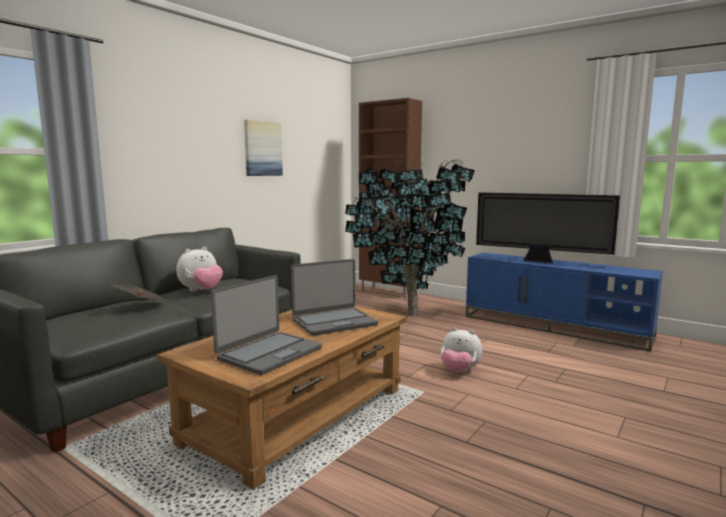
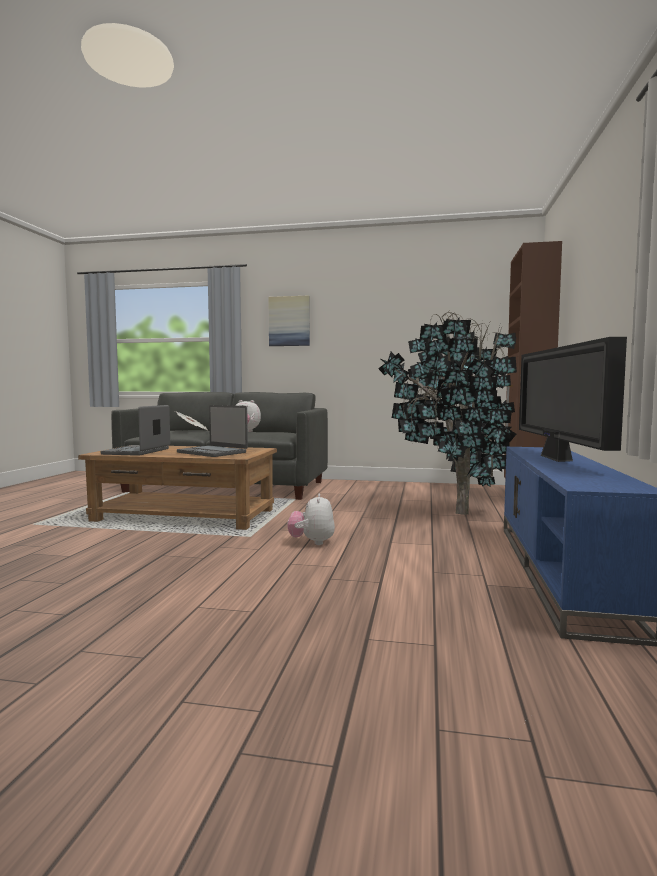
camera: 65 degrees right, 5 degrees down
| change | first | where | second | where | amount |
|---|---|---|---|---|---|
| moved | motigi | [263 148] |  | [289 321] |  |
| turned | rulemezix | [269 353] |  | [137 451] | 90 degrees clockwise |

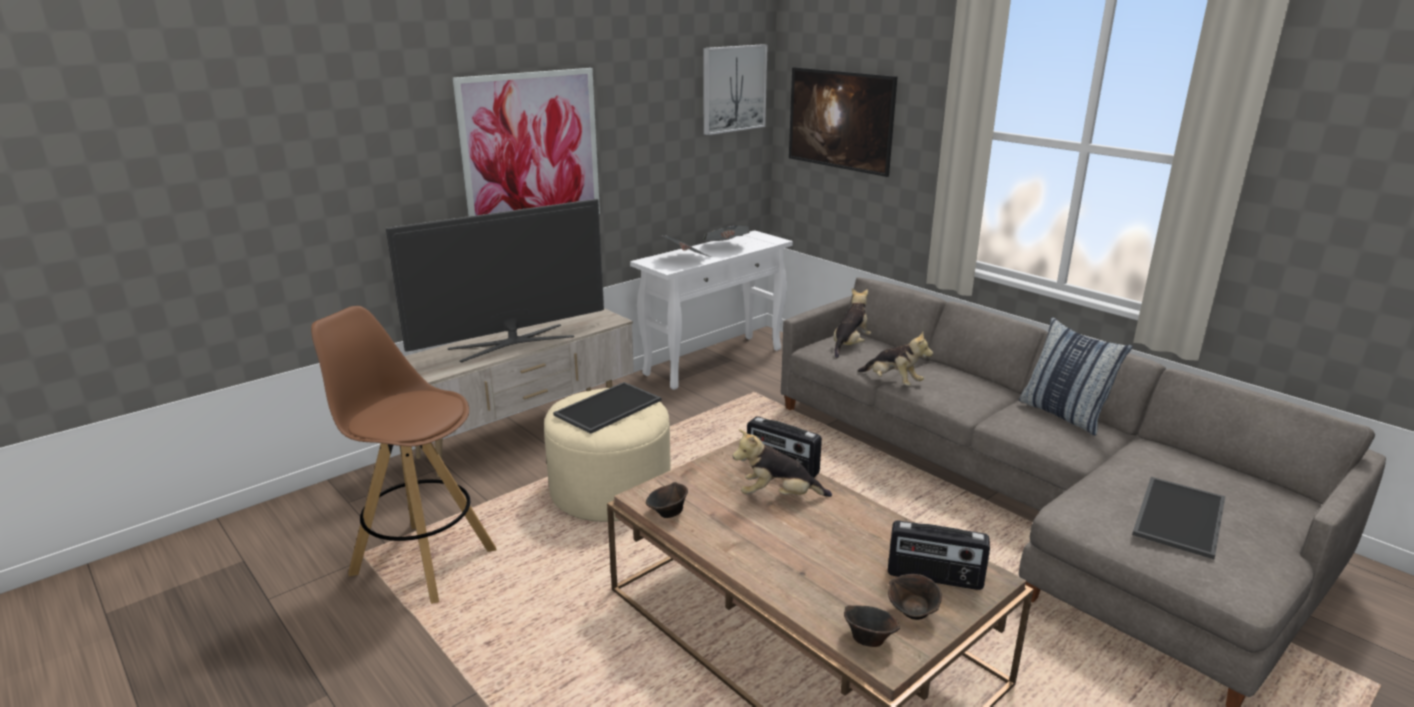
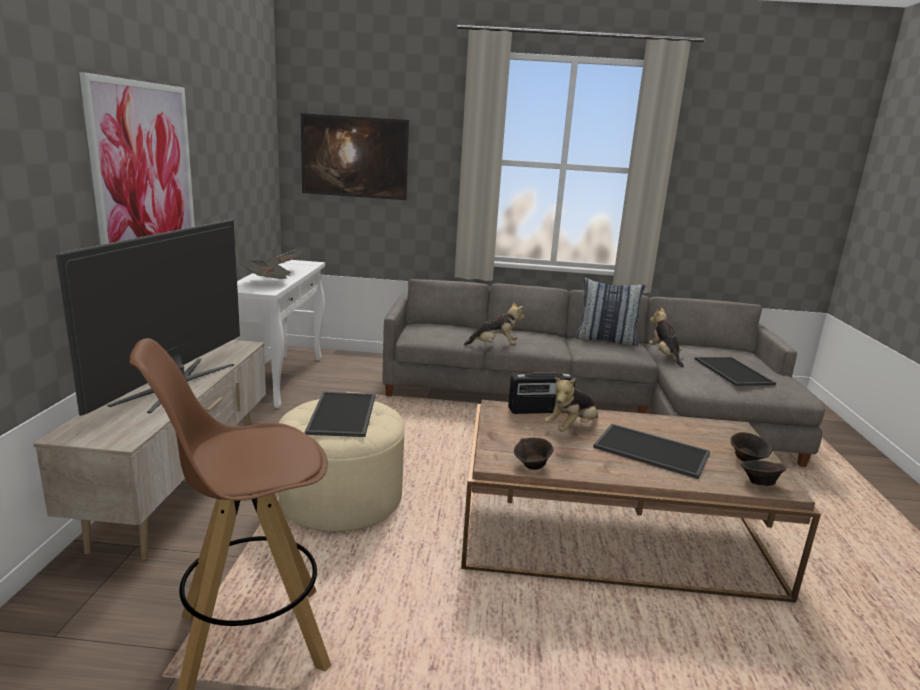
camera: 45 degrees left, 5 degrees down
| change | first | where | second | where | amount |
|---|---|---|---|---|---|
| removed | motigi | [733 88] |  |  |  |
| removed | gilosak | [934 578] |  |  |  |
| added |  |  | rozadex | [653 450] |  |
| moved | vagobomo | [850 345] |  | [664 356] |  |

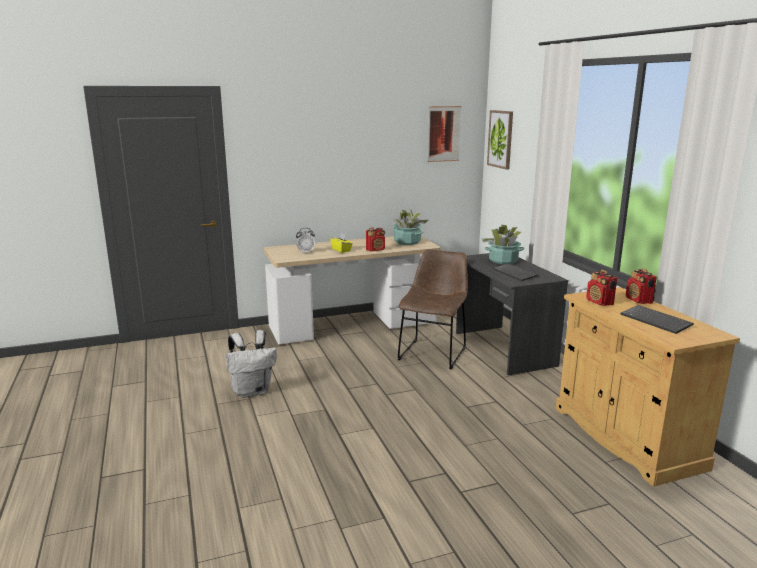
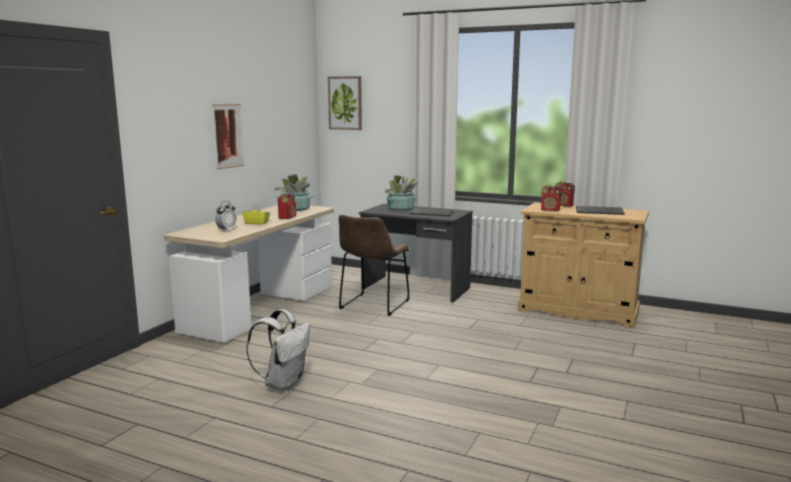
camera: 45 degrees left, 5 degrees down
| change | first | where | second | where | amount |
|---|---|---|---|---|---|
| moved | motigi | [444 134] |  | [228 136] |  |
| turned | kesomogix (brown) | [433 352] |  | [373 306] | 135 degrees counterclockwise |

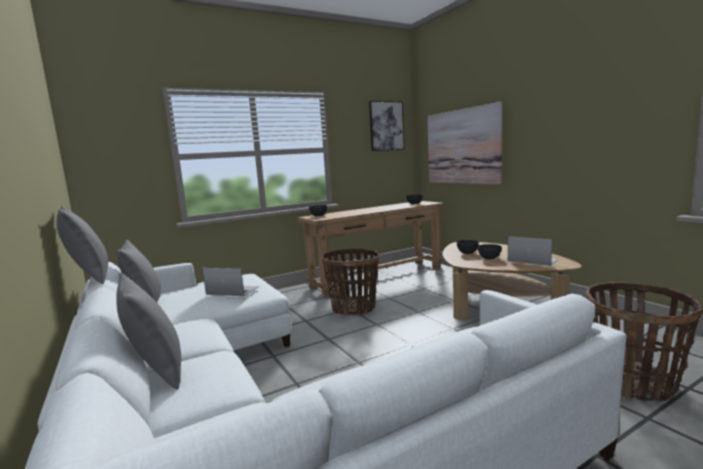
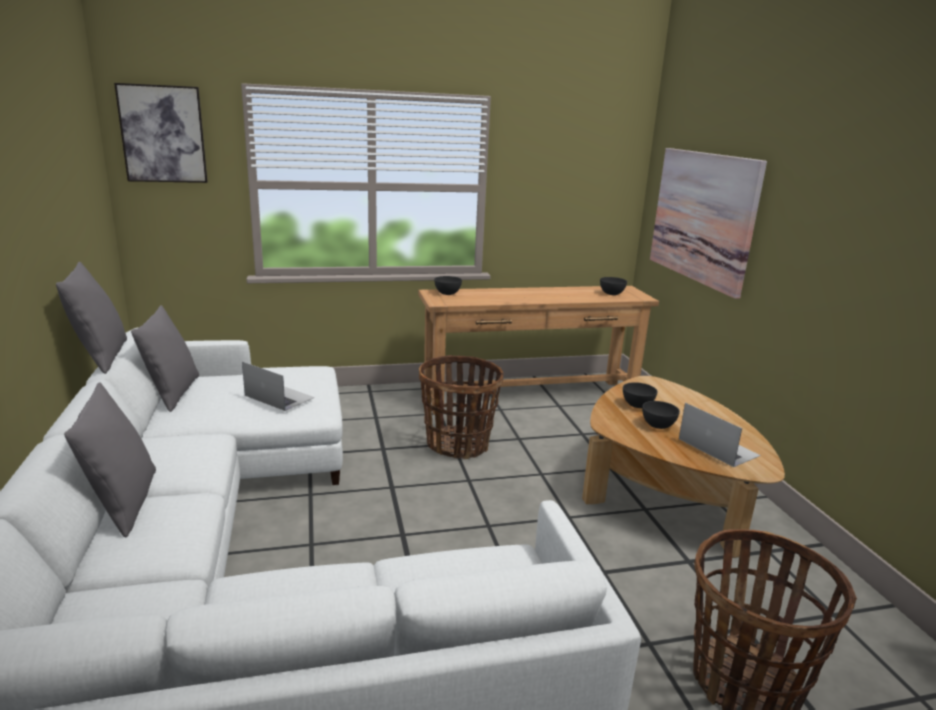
camera: 15 degrees right, 10 degrees up
| change | first | where | second | where | amount |
|---|---|---|---|---|---|
| moved | motigi | [386 126] |  | [163 134] |  |

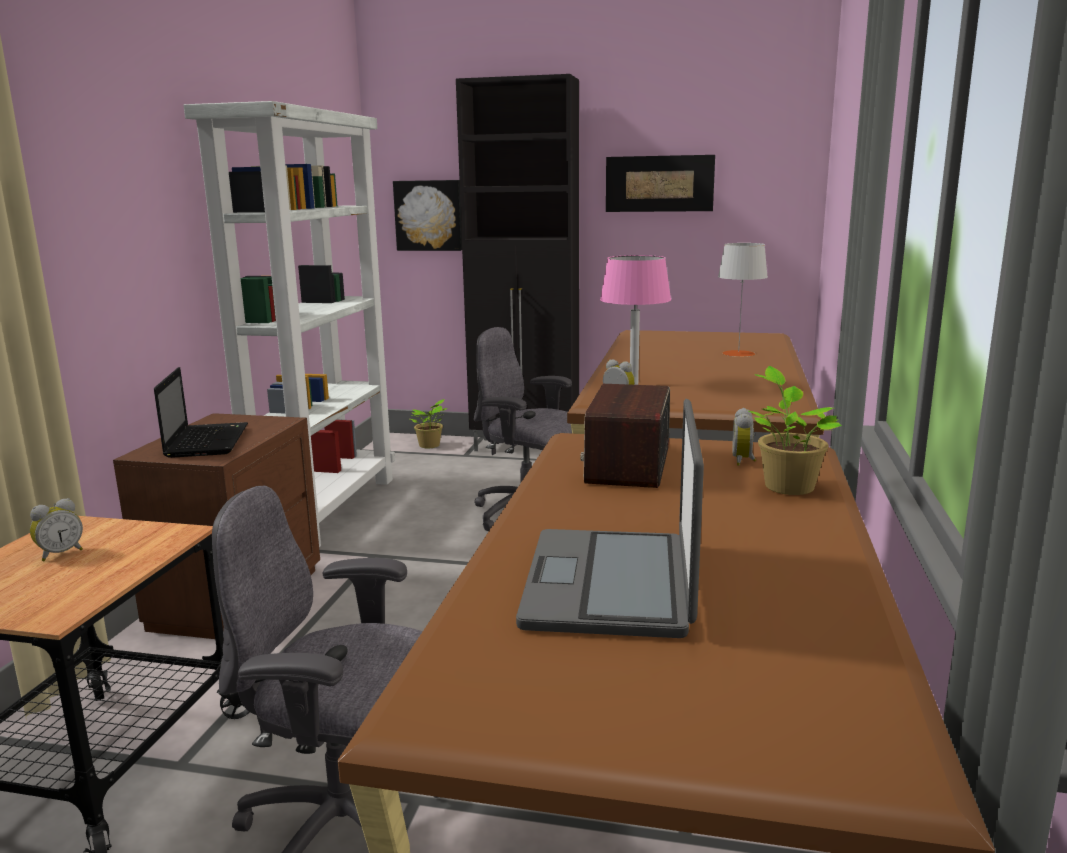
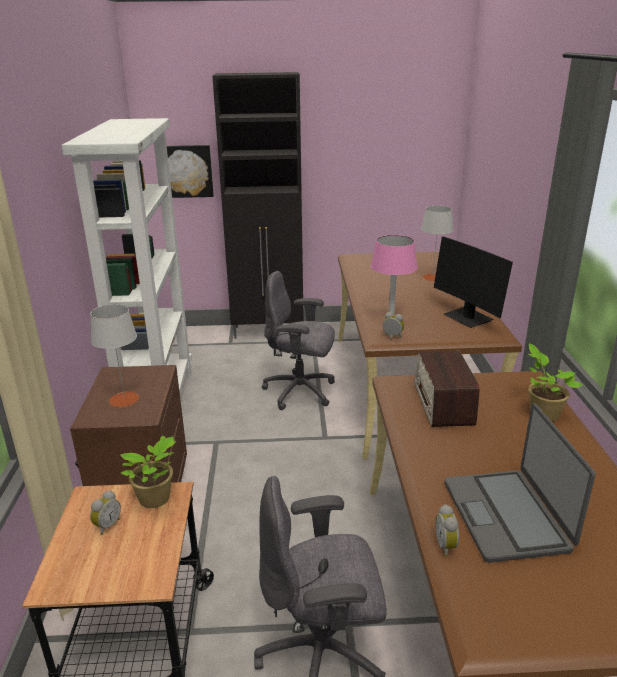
camera: 15 degrees left, 10 degrees up
| change | first | where | second | where | amount |
|---|---|---|---|---|---|
| removed | motigi | [659 183] |  |  |  |
| added |  |  | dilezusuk | [468 318] |  |
| moved | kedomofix | [430 446] |  | [156 499] |  |
| moved | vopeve | [744 461] |  | [447 546] |  |
| replaced | rulemezix | [207 441] | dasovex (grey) | [124 399] |  |

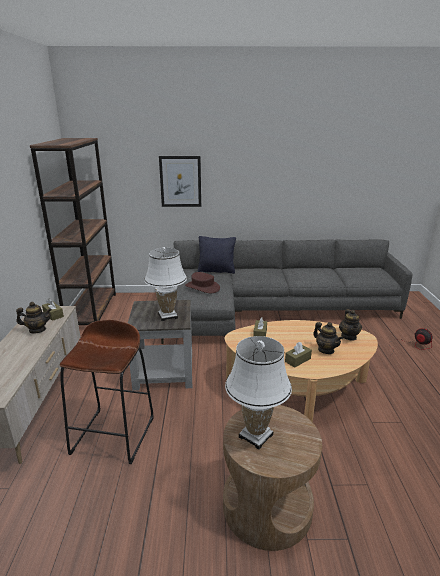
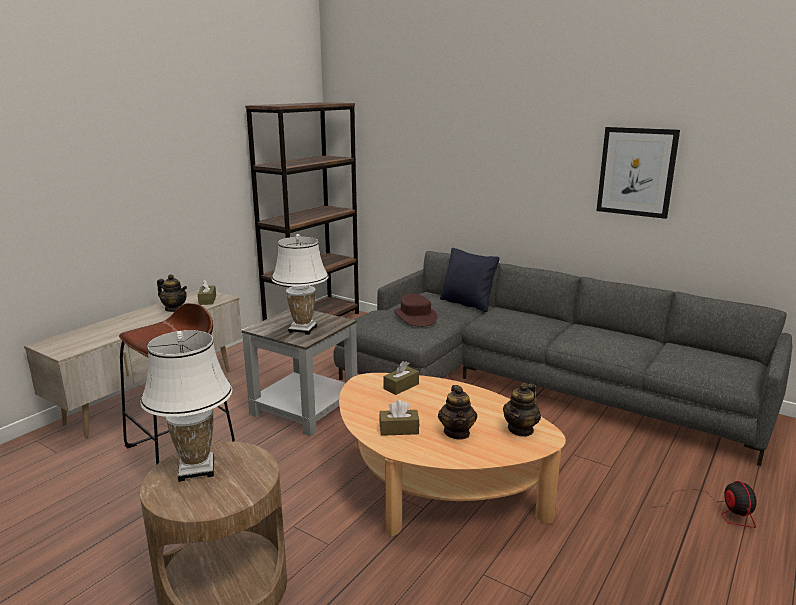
camera: 35 degrees right, 5 degrees down
| change | first | where | second | where | amount |
|---|---|---|---|---|---|
| moved | motigi | [180 181] |  | [636 172] |  |

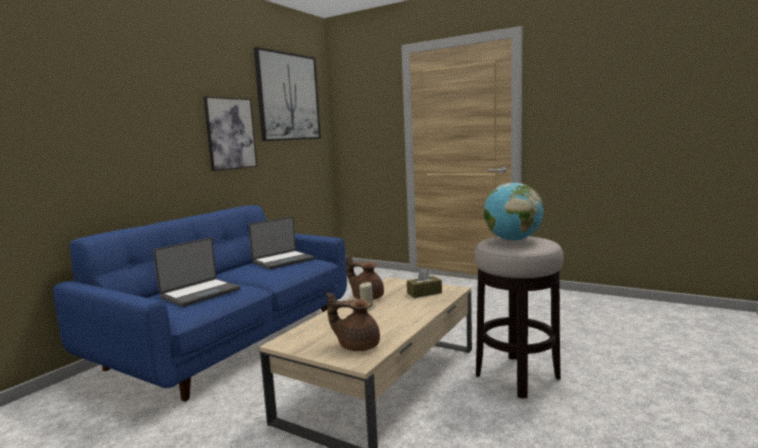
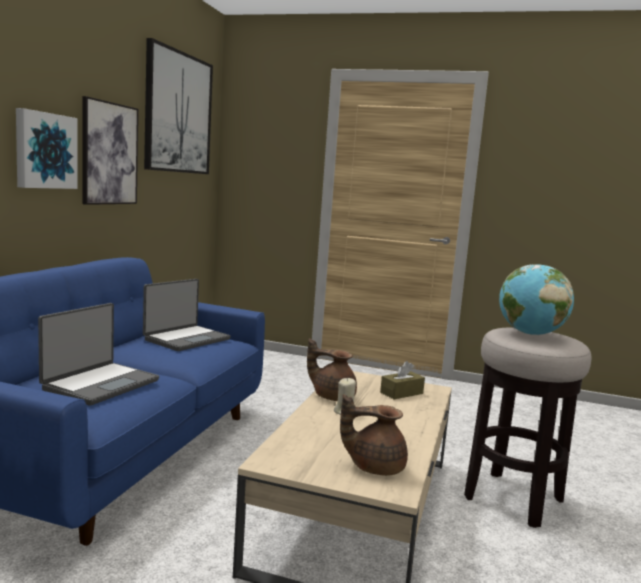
camera: 15 degrees left, 0 degrees up
| change | first | where | second | where | amount |
|---|---|---|---|---|---|
| added |  |  | motigi | [45 150] |  |

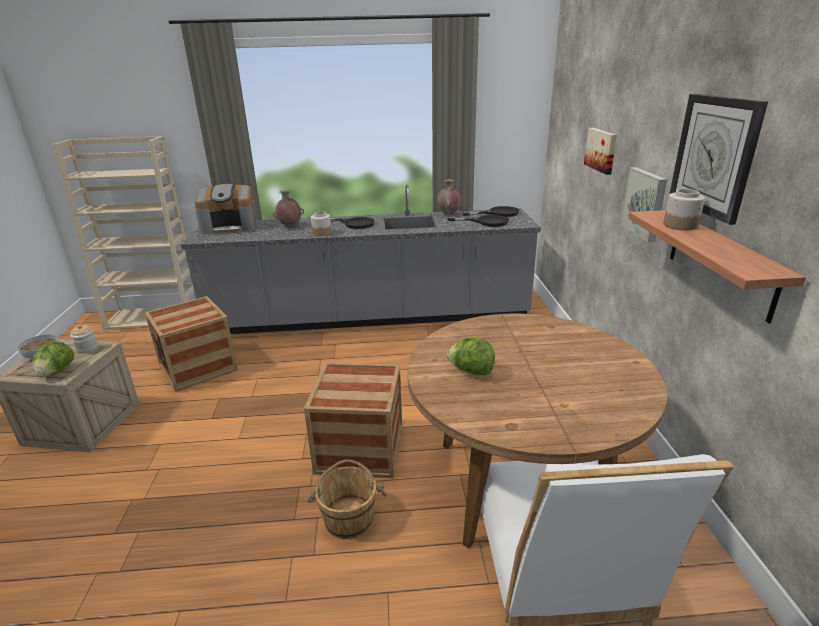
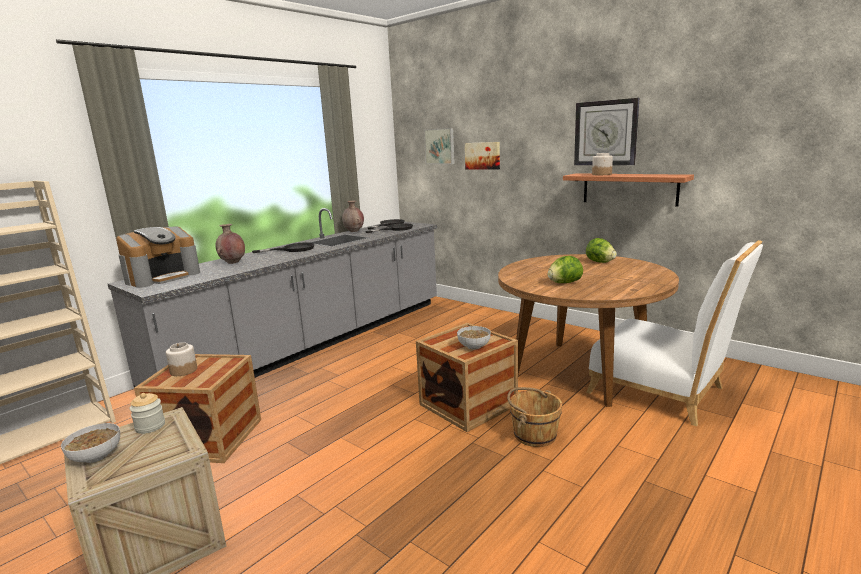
camera: 45 degrees left, 10 degrees down
| change | first | where | second | where | amount |
|---|---|---|---|---|---|
| added |  |  | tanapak | [474 346] |  |
| moved | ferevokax | [56 372] |  | [600 262] |  |
| moved | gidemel | [322 233] |  | [183 370] |  |
| moved | motigi | [645 203] |  | [440 146] |  |

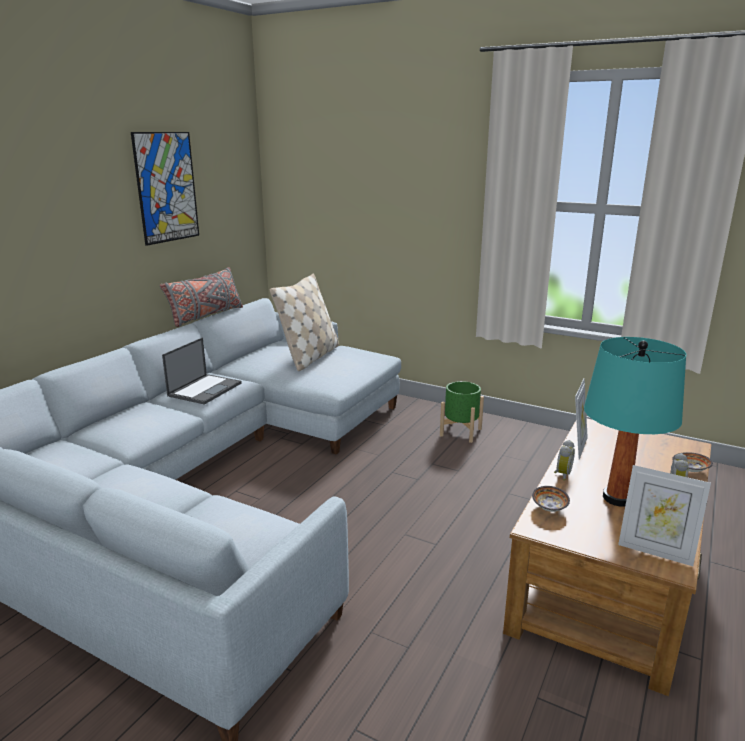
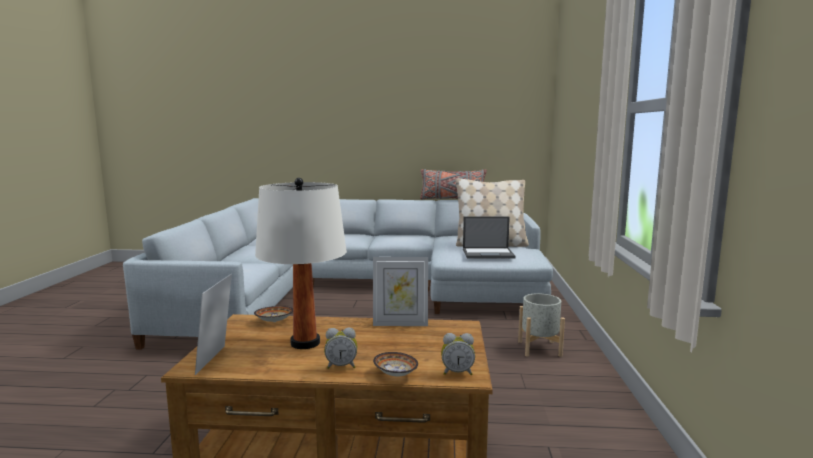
camera: 65 degrees right, 10 degrees down
| change | first | where | second | where | amount |
|---|---|---|---|---|---|
| removed | motigi | [166 187] |  |  |  |
| moved | rulemezix | [205 389] |  | [488 253] |  |
| moved | vopeve | [562 474] |  | [457 372] |  |
| recoloured | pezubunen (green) | [460 432] | pezubunen (grey) | [539 348] |  |
| recoloured | dasovex (turquoise) | [618 498] | dasovex (white) | [305 343] |  |

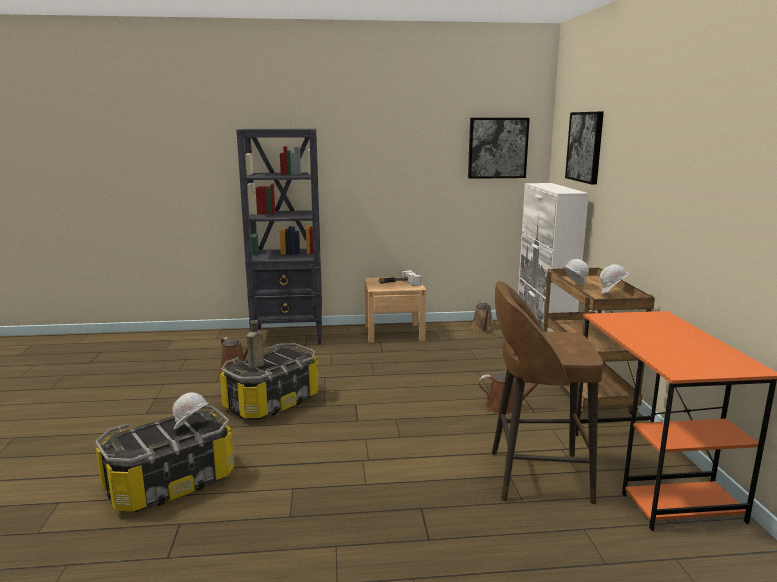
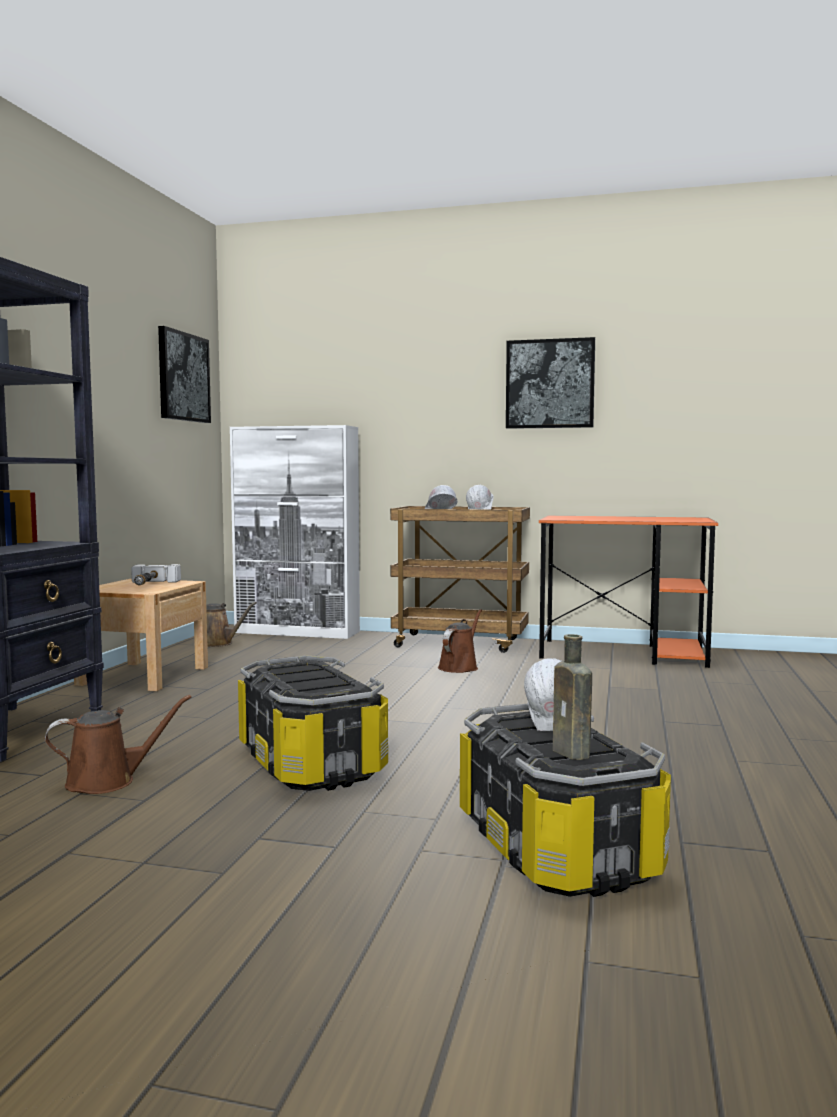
camera: 70 degrees left, 10 degrees down
| change | first | where | second | where | amount |
|---|---|---|---|---|---|
| removed | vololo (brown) | [535 476] |  |  |  |
| moved | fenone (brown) | [255 366] |  | [573 753] |  |
| moved | motigi | [585 147] |  | [550 384] |  |

